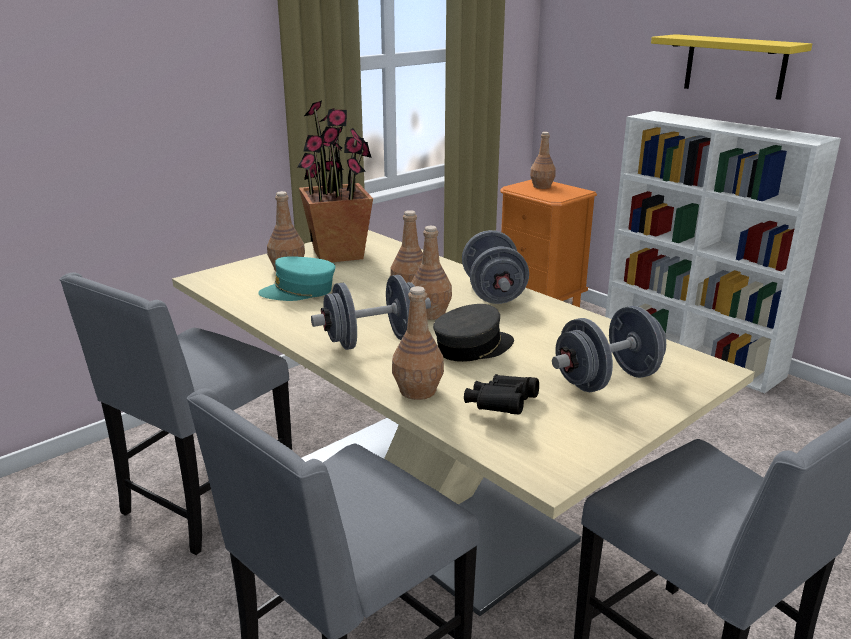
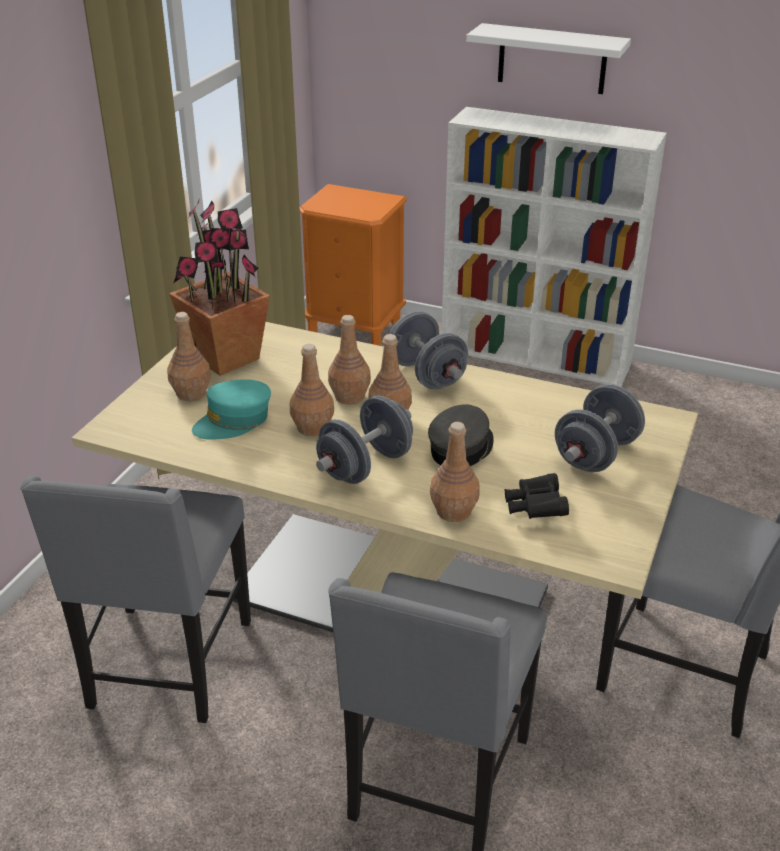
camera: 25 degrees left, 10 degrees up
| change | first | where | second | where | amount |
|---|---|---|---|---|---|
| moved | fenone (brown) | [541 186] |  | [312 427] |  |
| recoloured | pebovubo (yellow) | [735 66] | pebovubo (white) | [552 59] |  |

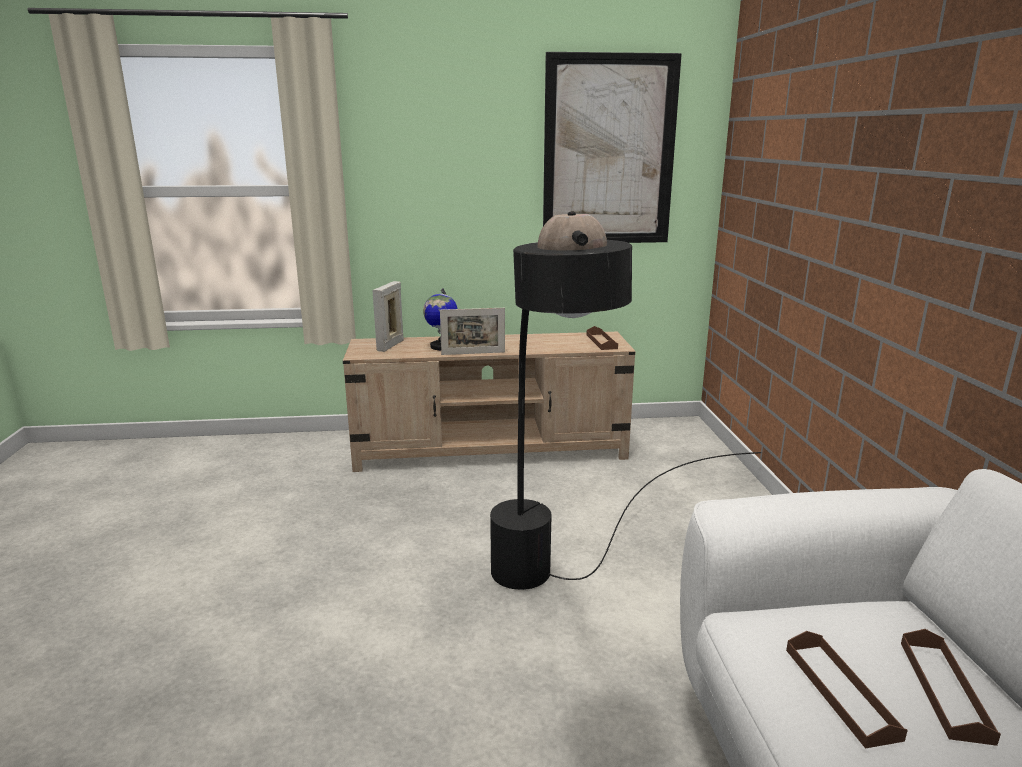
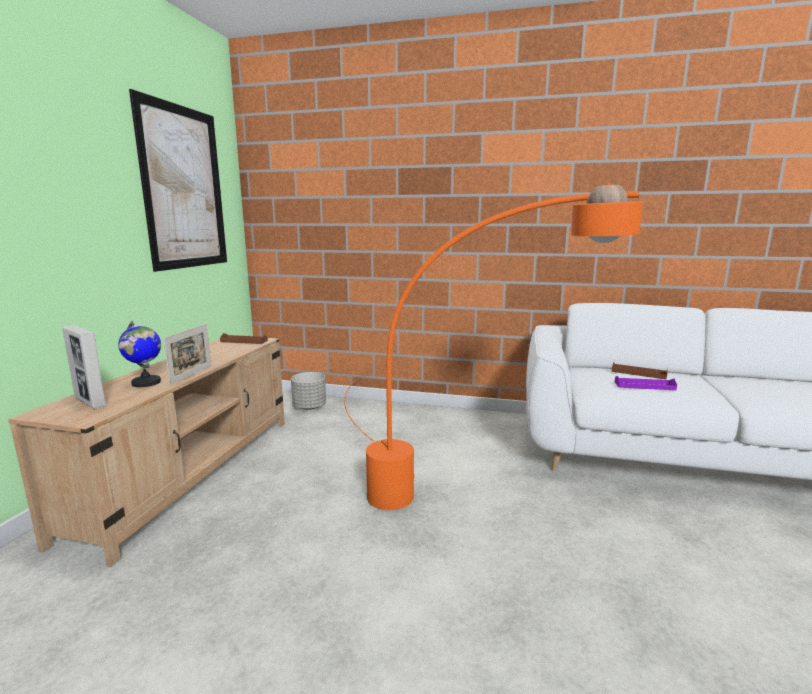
camera: 70 degrees left, 5 degrees down
| change | first | where | second | where | amount |
|---|---|---|---|---|---|
| added |  |  | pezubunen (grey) | [309 407] |  |
| recoloured | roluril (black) | [568 615] | roluril (orange) | [449 490] |  |
| recoloured | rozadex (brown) | [840 692] | rozadex (purple) | [644 386] |  |

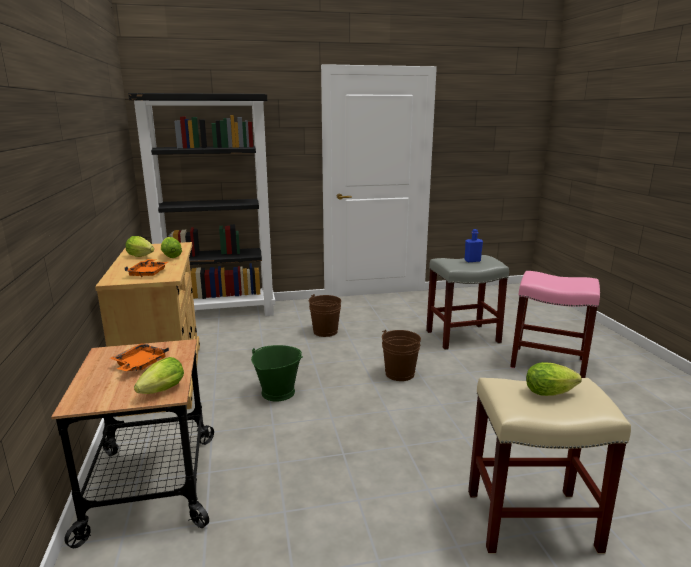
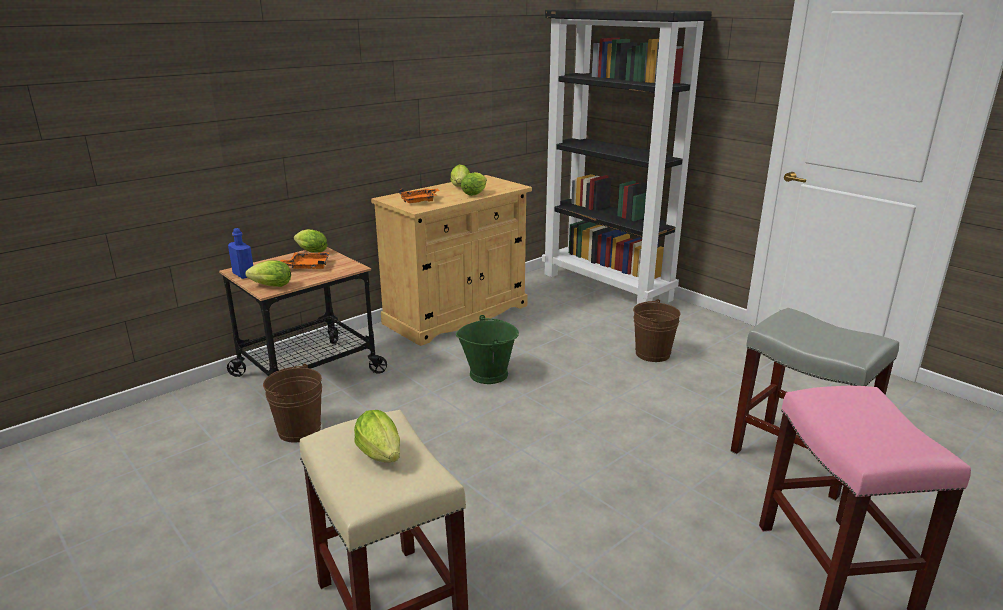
camera: 60 degrees right, 5 degrees up
| change | first | where | second | where | amount |
|---|---|---|---|---|---|
| added |  |  | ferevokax | [310 252] |  |
| moved | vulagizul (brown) | [399 374] |  | [299 430] |  |
| moved | fenone (blue) | [472 261] |  | [243 275] |  |

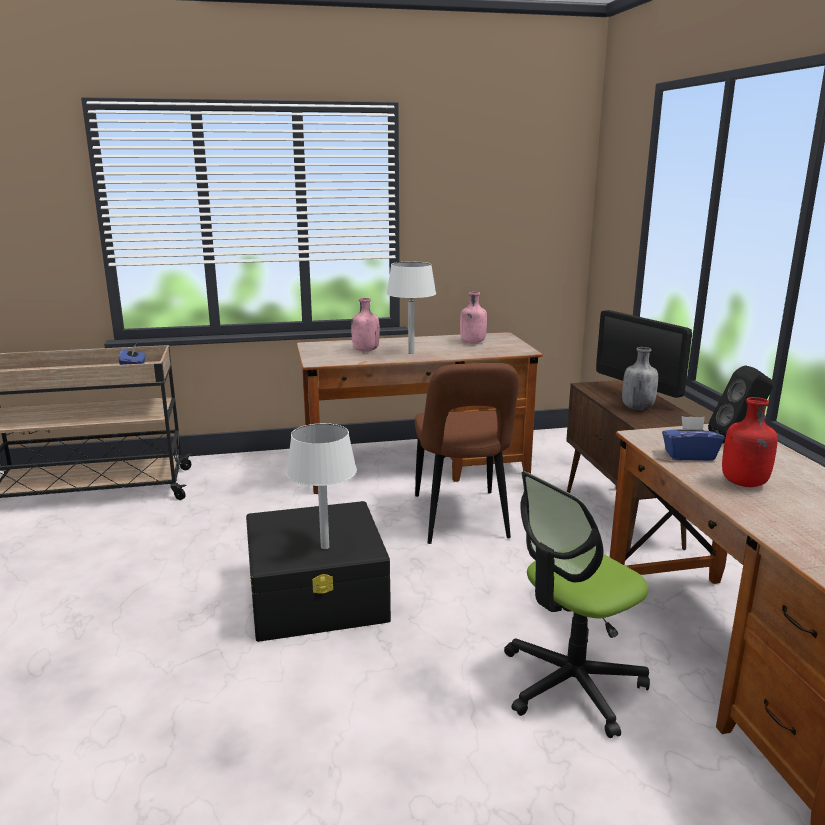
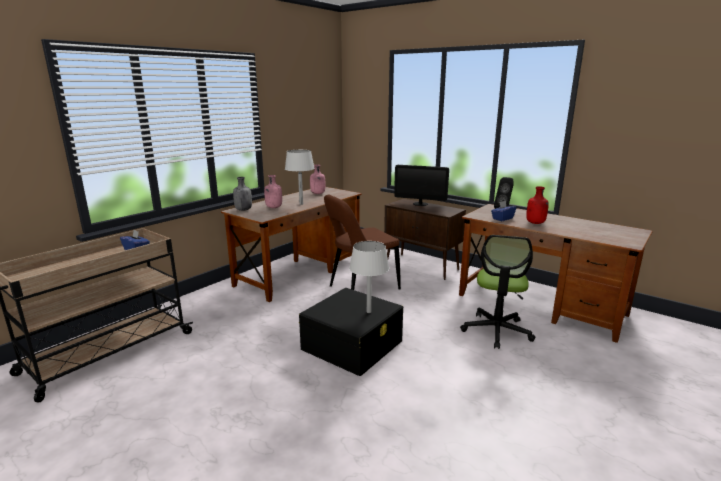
camera: 40 degrees left, 0 degrees up
| change | first | where | second | where | amount |
|---|---|---|---|---|---|
| moved | fenone (grey) | [637 408] |  | [243 210] |  |
| turned | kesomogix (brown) | [461 520] |  | [361 288] | 105 degrees clockwise |

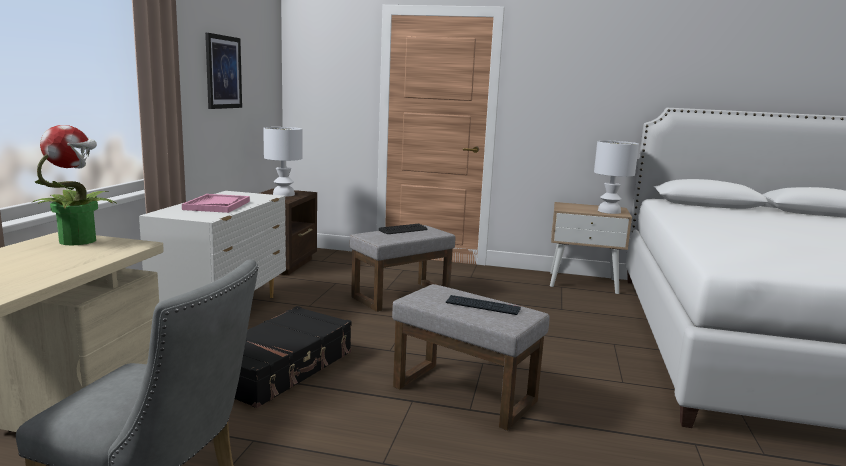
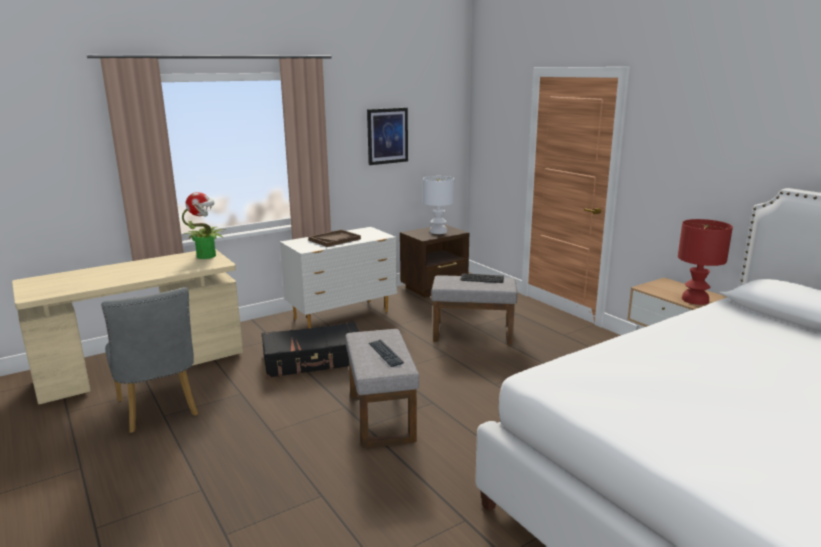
camera: 45 degrees right, 5 degrees up
| change | first | where | second | where | amount |
|---|---|---|---|---|---|
| recoloured | rozadex (pink) | [217 205] | rozadex (brown) | [334 239] |  |
| recoloured | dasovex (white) | [609 211] | dasovex (red) | [696 300] |  |

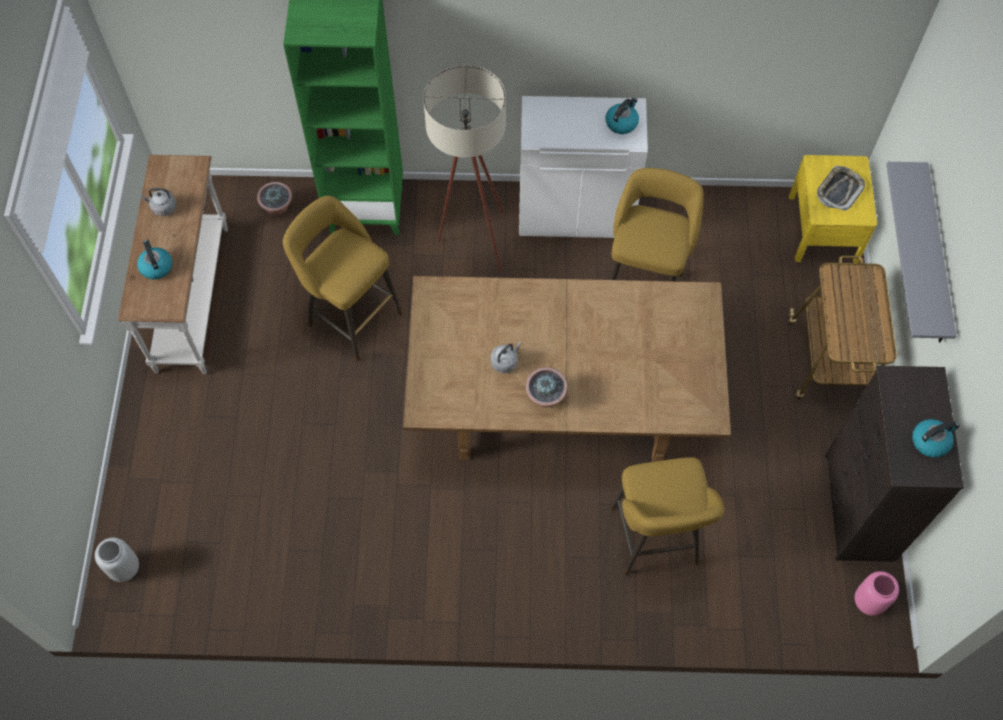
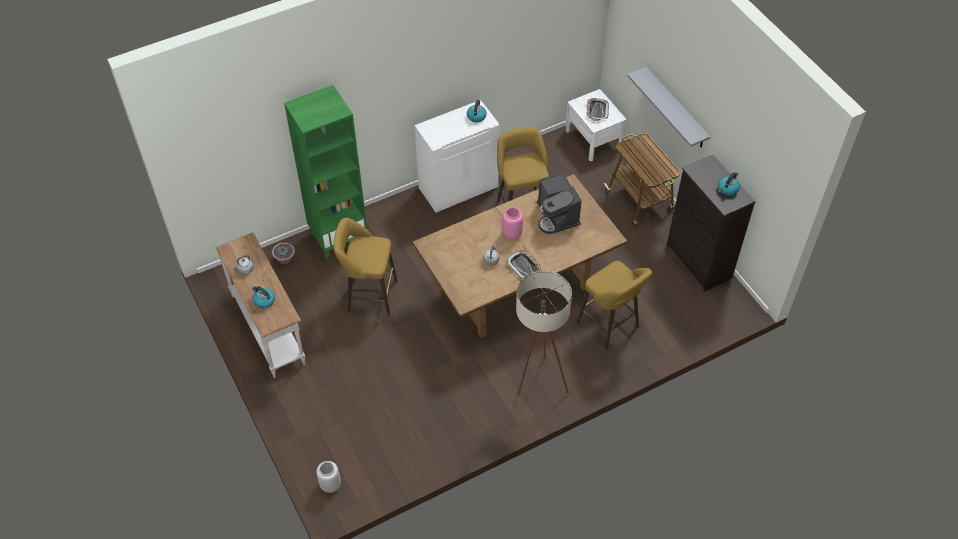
camera: 30 degrees left, 10 degrees down
| change | first | where | second | where | amount |
|---|---|---|---|---|---|
| added |  |  | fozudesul | [557 216] |  |
| moved | roluril (beige) | [471 241] |  | [538 385] |  |
| moved | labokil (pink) | [868 601] |  | [511 234] |  |
| replaced | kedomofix | [546 397] | rozadex | [524 266] |  |
| recoloured | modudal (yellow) | [823 228] | modudal (white) | [593 139] |  |

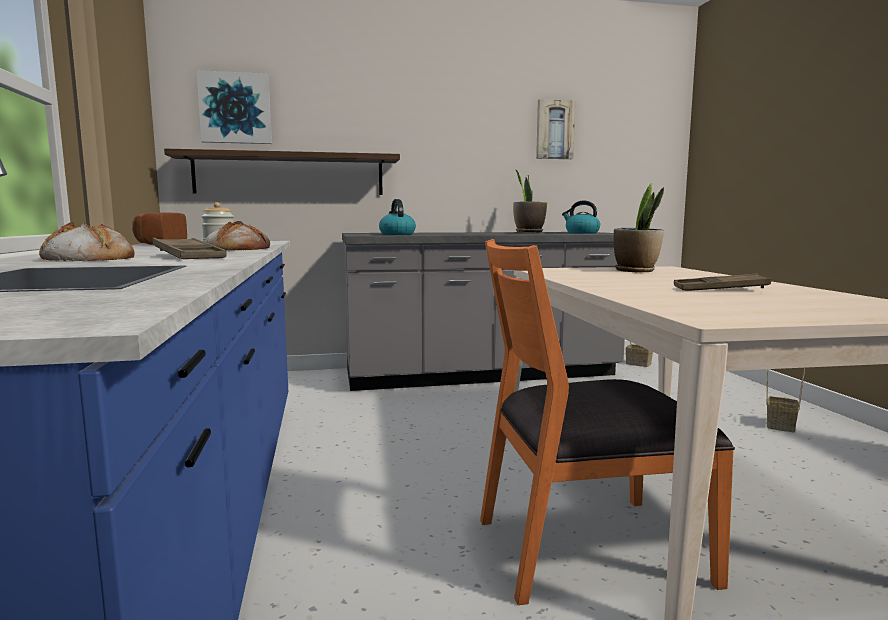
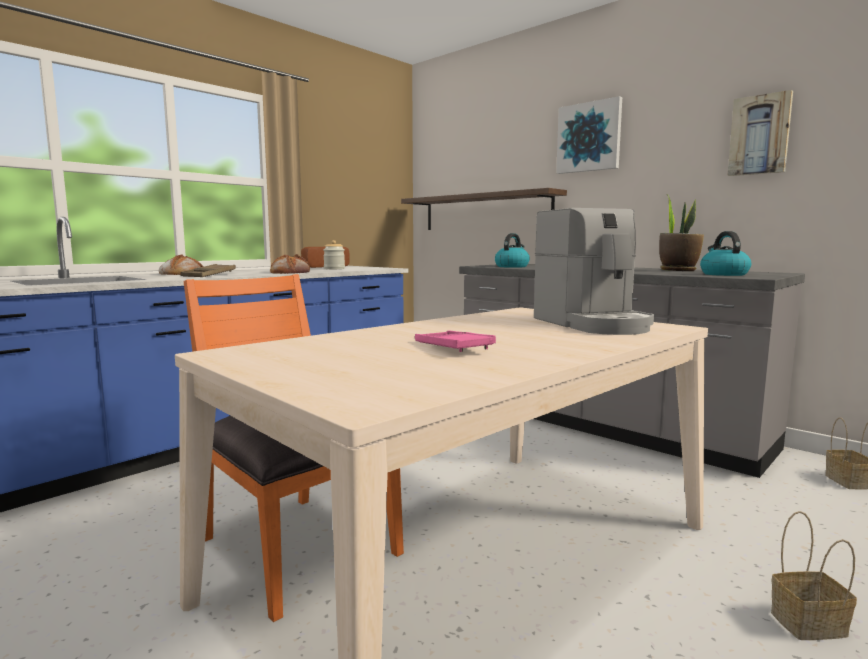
camera: 55 degrees right, 0 degrees up
| change | first | where | second | where | amount |
|---|---|---|---|---|---|
| moved | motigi | [235 108] |  | [589 137] |  |
| replaced | kedomofix | [636 271] | fozudesul | [593 324] |  |
| recoloured | rozadex (brown) | [719 289] | rozadex (pink) | [452 347] |  |

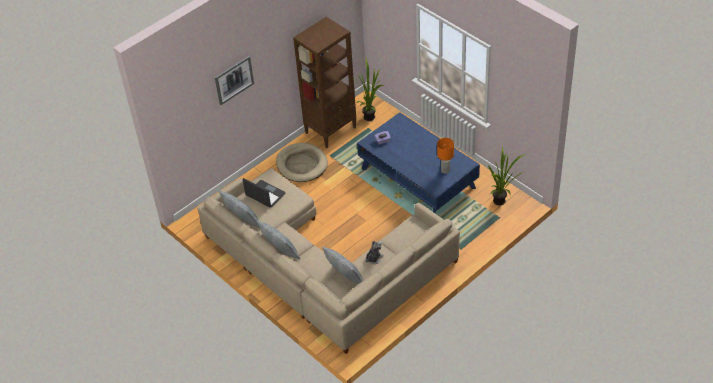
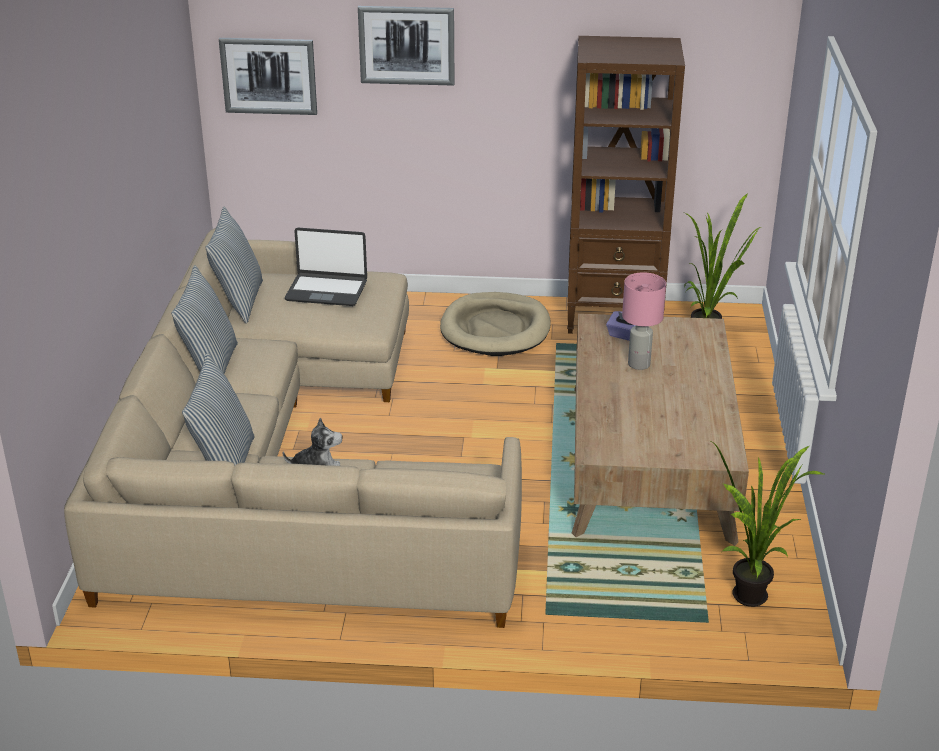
camera: 45 degrees right, 15 degrees down
| change | first | where | second | where | amount |
|---|---|---|---|---|---|
| removed | dasovex (orange) | [445 170] |  |  |  |
| added |  |  | motigi | [269 76] |  |
| added |  |  | dasovex (pink) | [639 364] |  |
| recoloured | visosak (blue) | [417 178] | visosak (brown) | [649 460] |  |
| turned | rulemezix | [265 195] |  | [326 290] | 105 degrees clockwise |

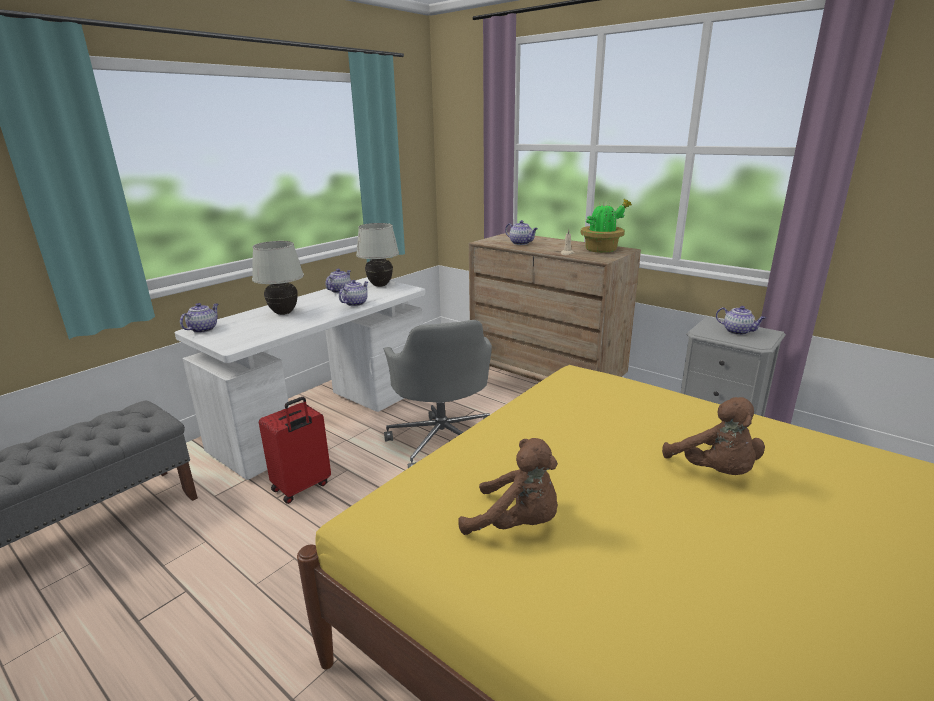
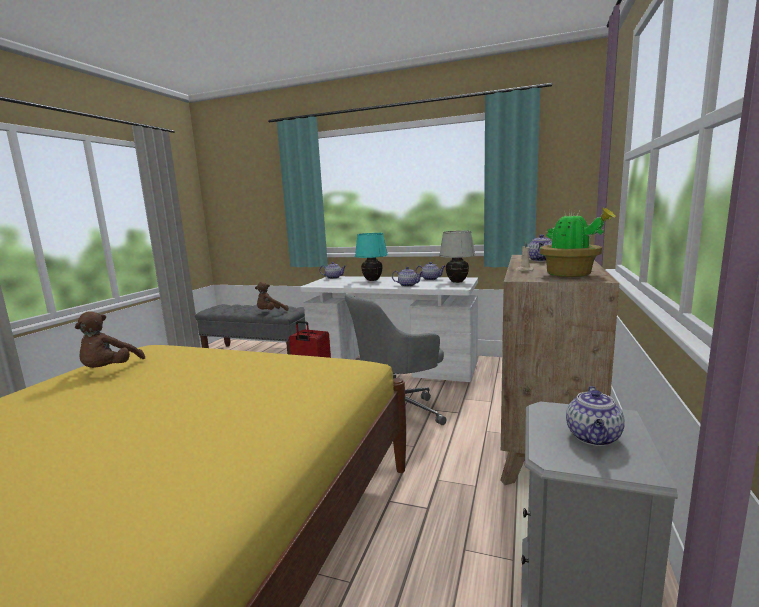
camera: 70 degrees right, 10 degrees down
| change | first | where | second | where | amount |
|---|---|---|---|---|---|
| moved | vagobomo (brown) | [714 472] |  | [270 312] |  |
| recoloured | dasovex (white) | [283 313] | dasovex (turquoise) | [372 280] |  |

